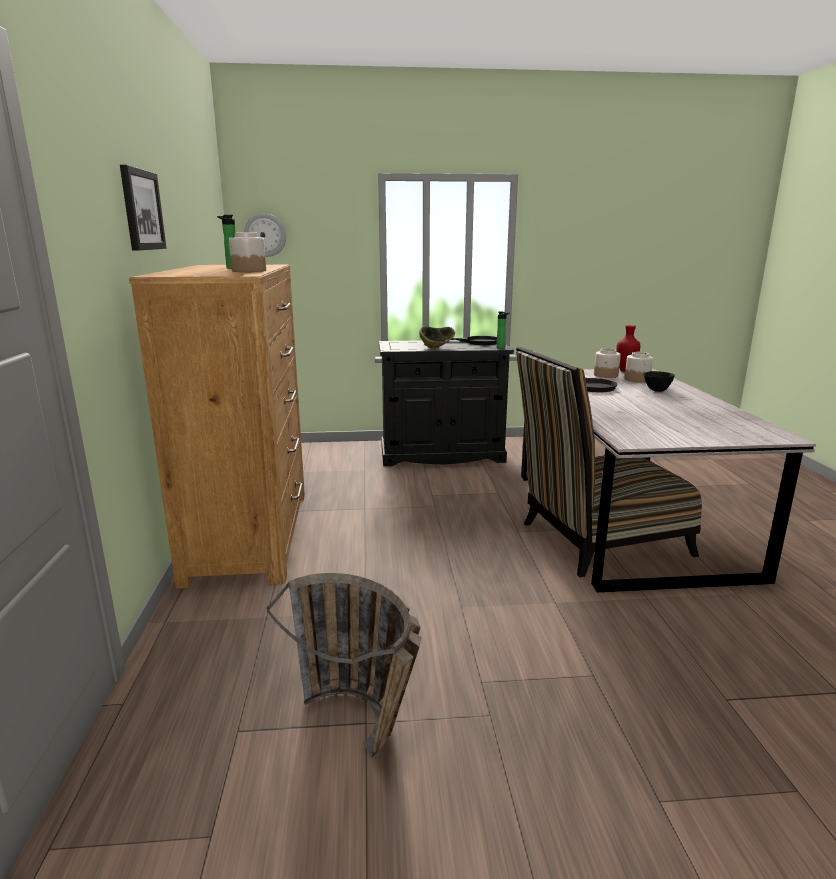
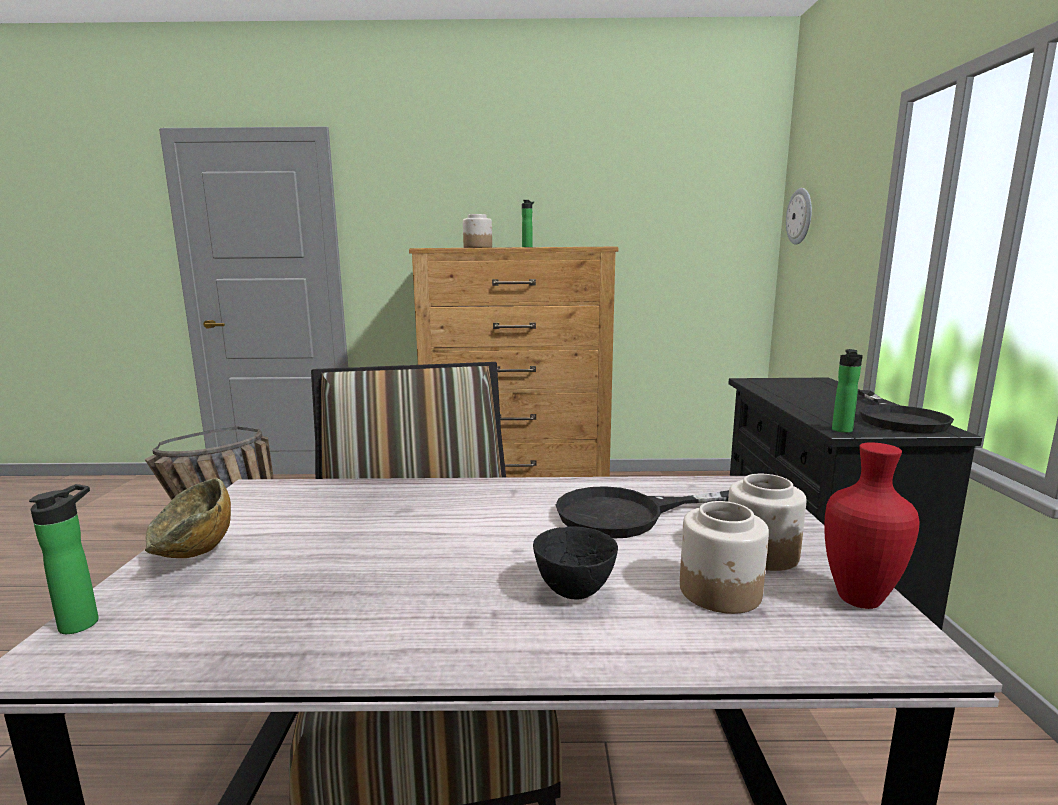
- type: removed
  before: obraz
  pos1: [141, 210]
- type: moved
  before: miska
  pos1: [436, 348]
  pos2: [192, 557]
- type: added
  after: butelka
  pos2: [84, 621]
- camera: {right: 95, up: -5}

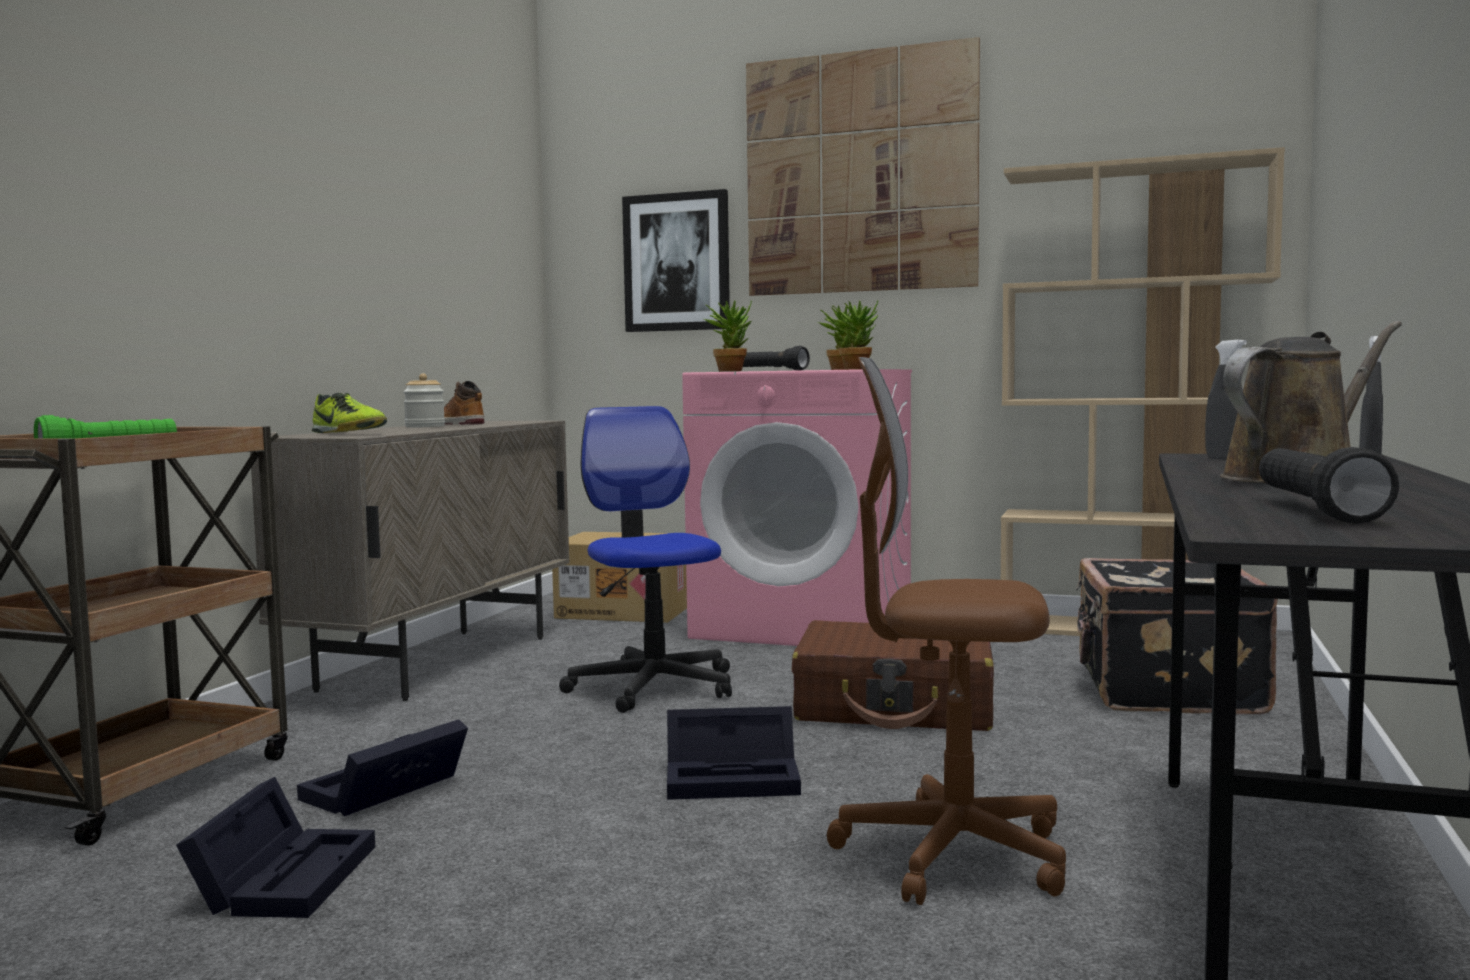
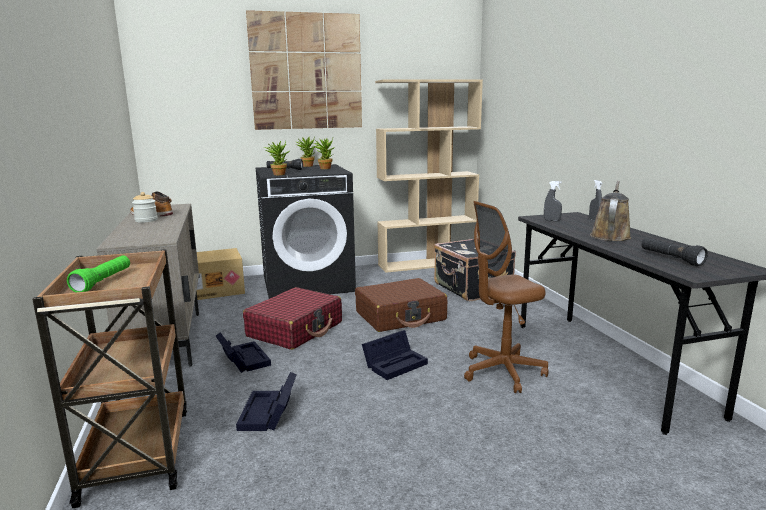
- type: moved
  before: pojemnik do przechowywania (czarny)
  pos1: [285, 876]
  pos2: [242, 359]
- type: removed
  before: but
  pos1: [348, 433]
- type: replaced
  before: krzesło biurowe
  after: walizka (czerwony)
  pos1: [653, 686]
  pos2: [295, 329]
- type: removed
  before: obraz
  pos1: [677, 262]
- type: recoloured
  before: pralka (różowy)
  after: pralka (czarny)
  pos1: [806, 625]
  pos2: [308, 283]
- camera: {right: -35, up: 10}

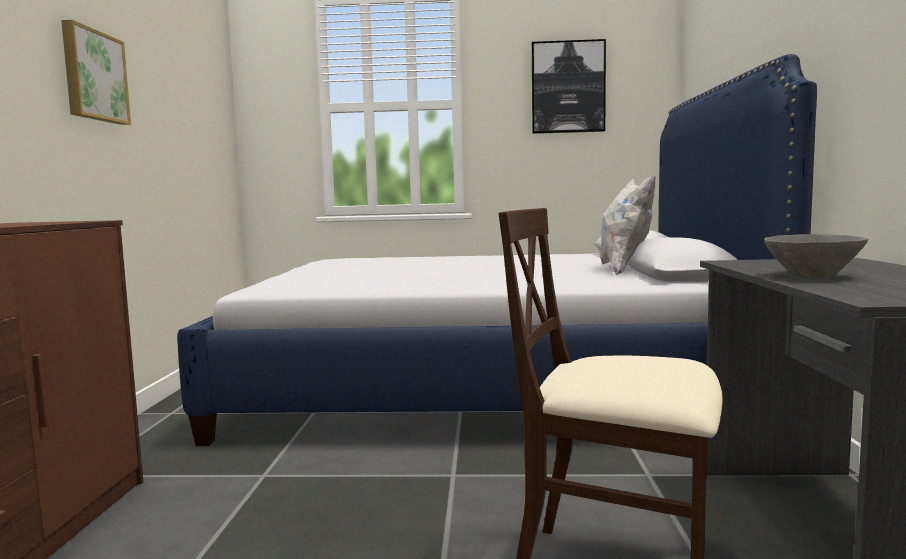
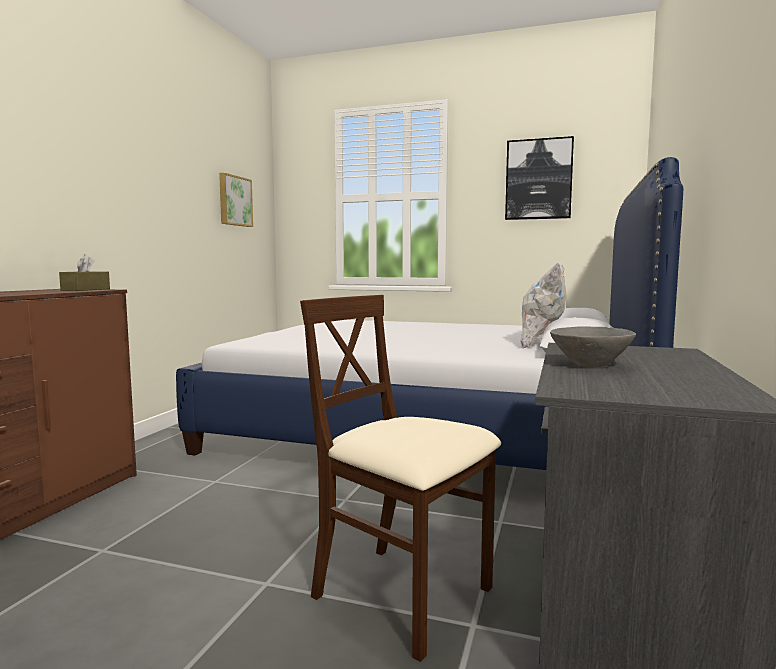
- type: moved
  before: obraz
  pos1: [93, 76]
  pos2: [234, 201]
- type: added
  after: pudełko chusteczek (brązowy)
  pos2: [86, 289]
- camera: {right: 15, up: 0}

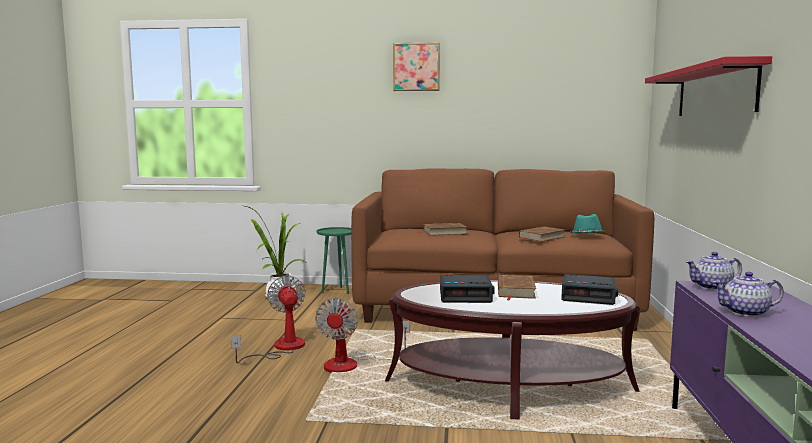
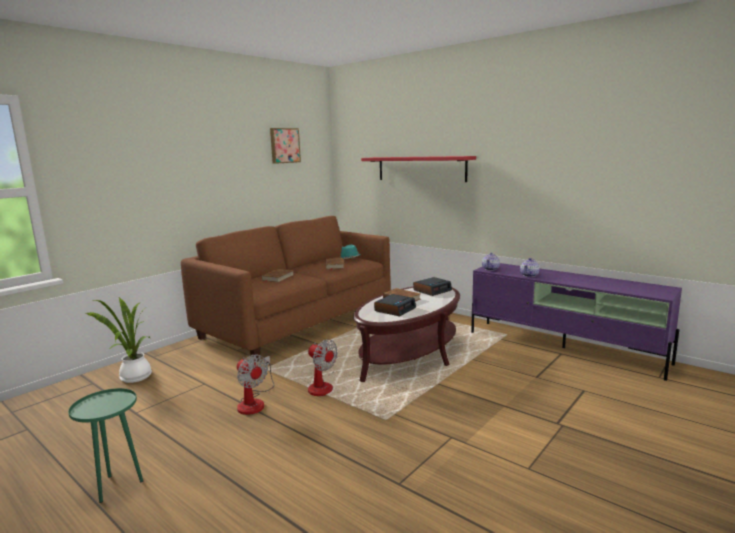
- type: turned
  before: wentylator
  pos1: [281, 348]
  pos2: [254, 402]
  turn: -150
- type: moved
  before: stolik (zielony)
  pos1: [337, 291]
  pos2: [117, 486]
- type: moved
  before: obraz
  pos1: [416, 67]
  pos2: [284, 145]
- camera: {right: -55, up: 5}

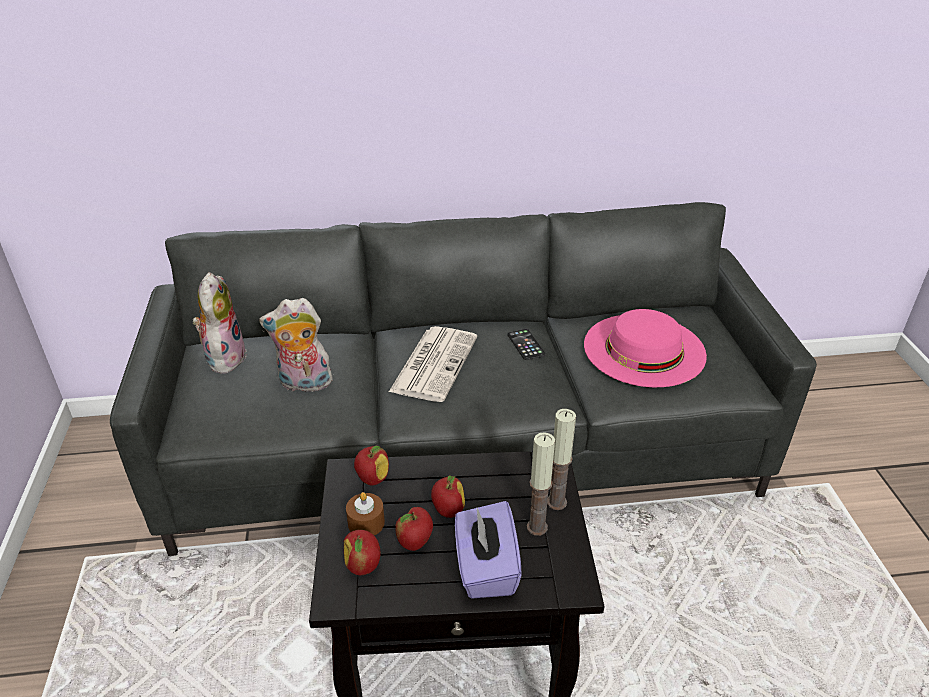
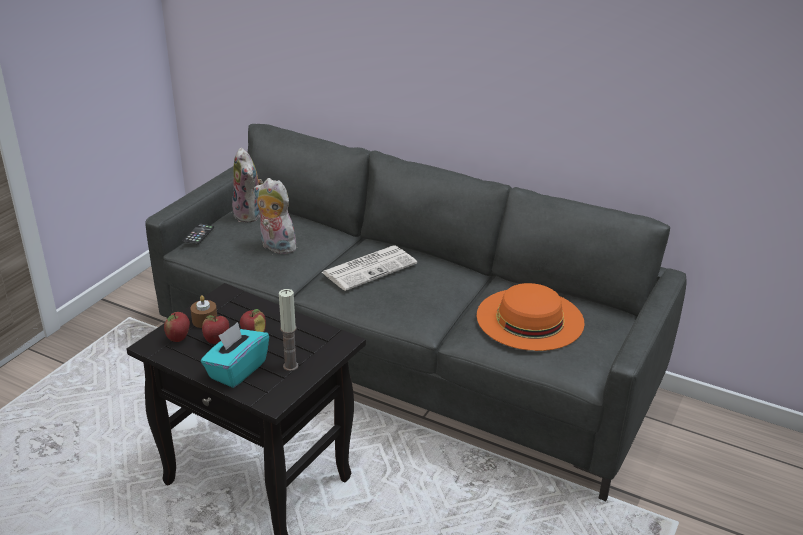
- type: turned
  before: pluszak
  pos1: [224, 357]
  pos2: [250, 215]
  turn: 120
- type: removed
  before: jabłko
  pos1: [372, 479]
- type: recoloured
  before: pudełko chusteczek (fioletowy)
  after: pudełko chusteczek (turkusowy)
  pos1: [485, 568]
  pos2: [237, 370]
- type: moved
  before: telefon
  pos1: [526, 345]
  pos2: [198, 234]
- type: removed
  before: świeca
  pos1: [556, 502]
- type: recoloured
  before: kapelusz (różowy)
  after: kapelusz (pomarańczowy)
  pos1: [644, 349]
  pos2: [529, 319]
- camera: {right: 35, up: -5}

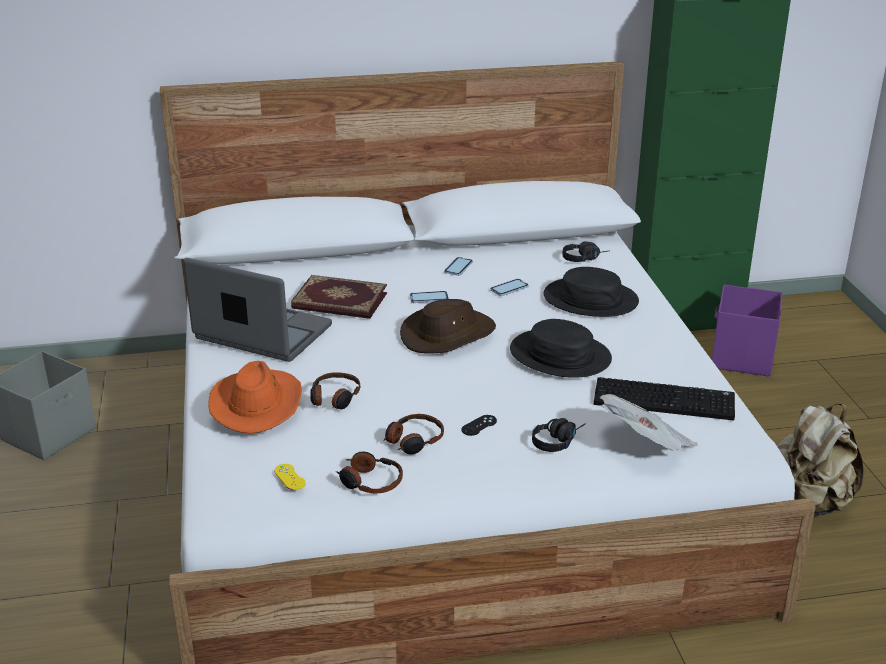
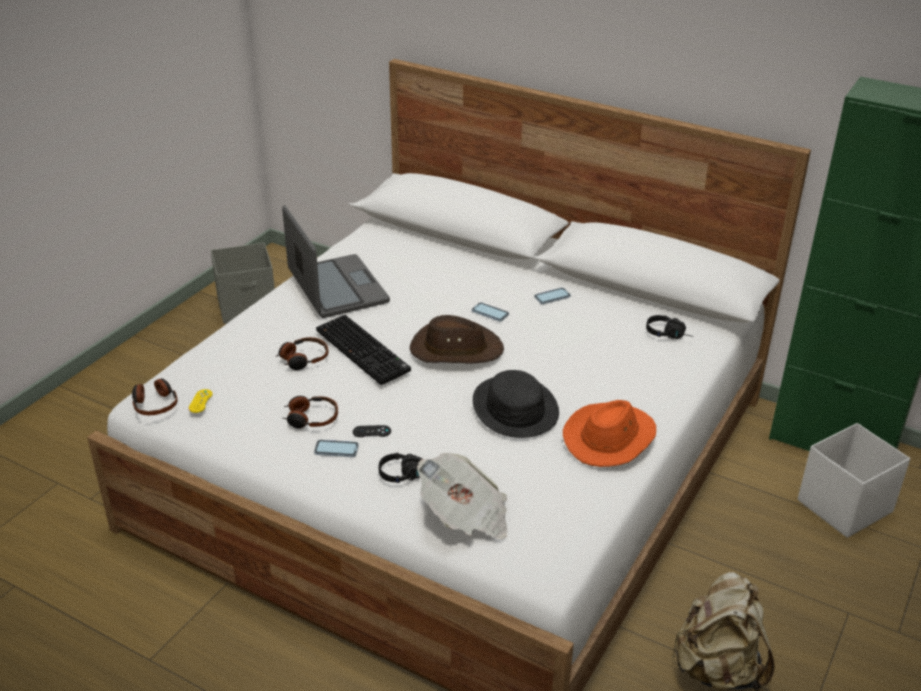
- type: moved
  before: kapelusz (pomarańczowy)
  pos1: [256, 403]
  pos2: [610, 437]
- type: removed
  before: książka
  pos1: [339, 302]
- type: moved
  before: słuchawki
  pos1: [370, 482]
  pos2: [155, 404]
- type: moved
  before: telefon
  pos1: [509, 288]
  pos2: [336, 449]
- type: removed
  before: kapelusz (czarny)
  pos1: [590, 299]
- type: moved
  before: klawiatura
  pos1: [665, 400]
  pos2: [364, 350]
- type: recoloured
  before: pojemnik do przechowywania (fioletowy)
  after: pojemnik do przechowywania (biały)
  pos1: [741, 358]
  pos2: [843, 506]
- camera: {right: 40, up: 5}

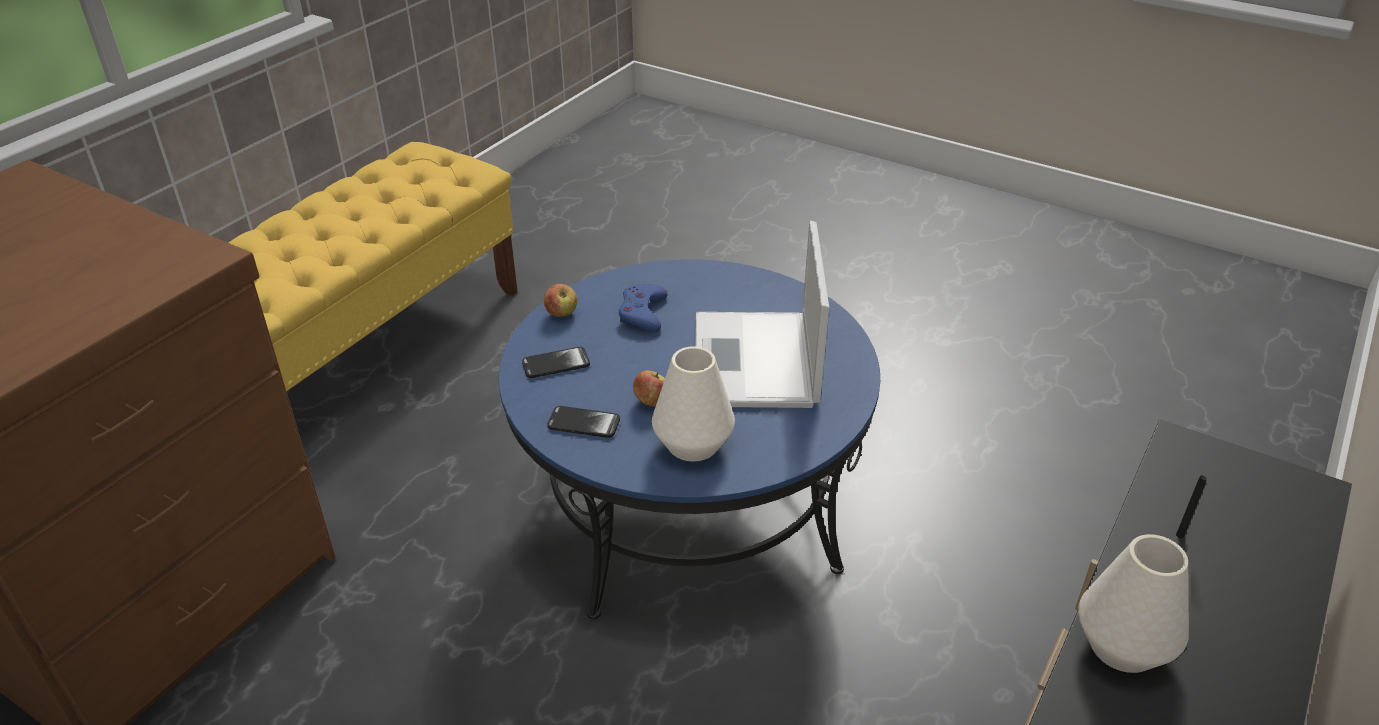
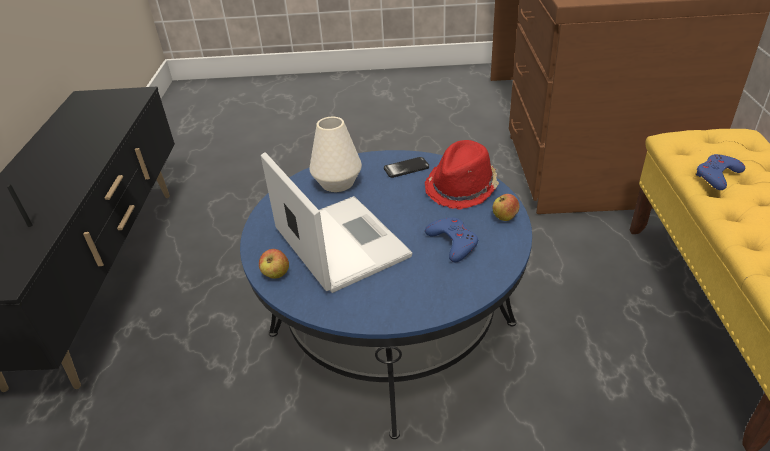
- type: replaced
  before: telefon
  after: kapelusz (czerwony)
  pos1: [556, 364]
  pos2: [462, 188]
- type: moved
  before: jabłko
  pos1: [651, 401]
  pos2: [276, 274]
- type: removed
  before: wazon (biały)
  pos1: [1123, 646]
- type: added
  after: pad do gier (niebieski)
  pos2: [717, 175]
- camera: {right: 150, up: 0}

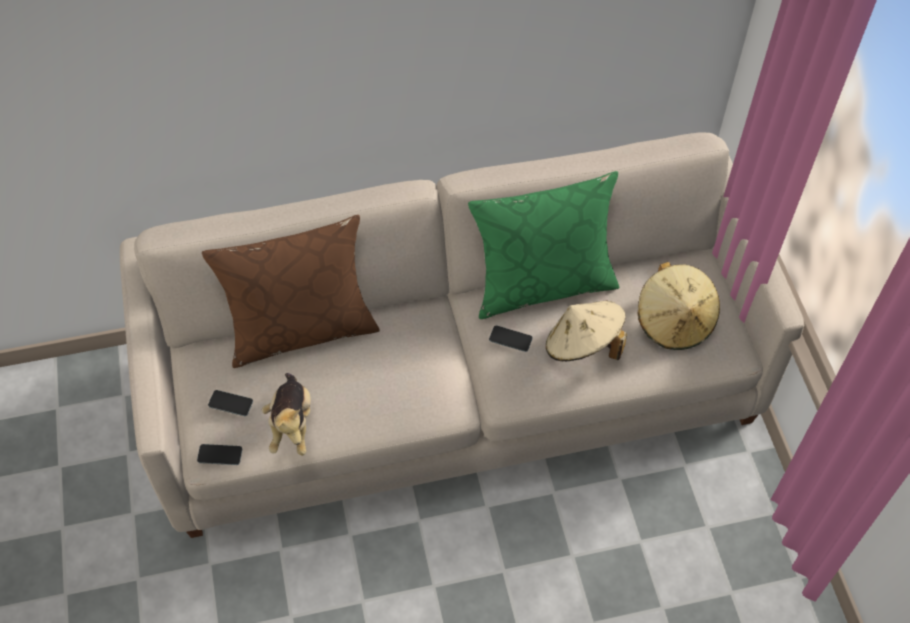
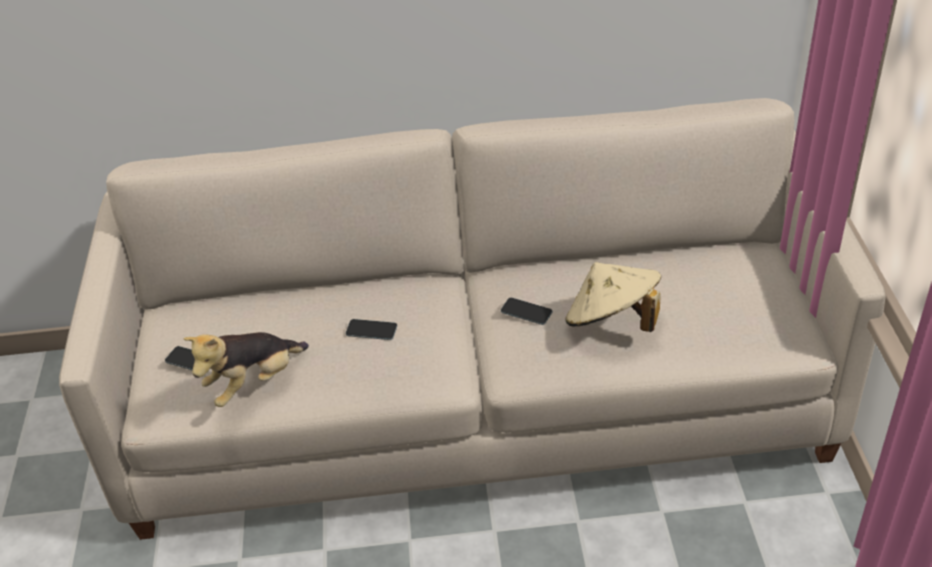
- type: moved
  before: telefon
  pos1: [220, 455]
  pos2: [371, 330]
- type: removed
  before: poduszka (brązowy)
  pos1: [301, 329]
- type: turned
  before: pluszak
  pos1: [292, 425]
  pos2: [254, 383]
  turn: 45
- type: removed
  before: poduszka (zielony)
  pos1: [542, 284]
- type: removed
  before: kapelusz (beżowy)
  pos1: [674, 321]
- camera: {right: 10, up: -15}

